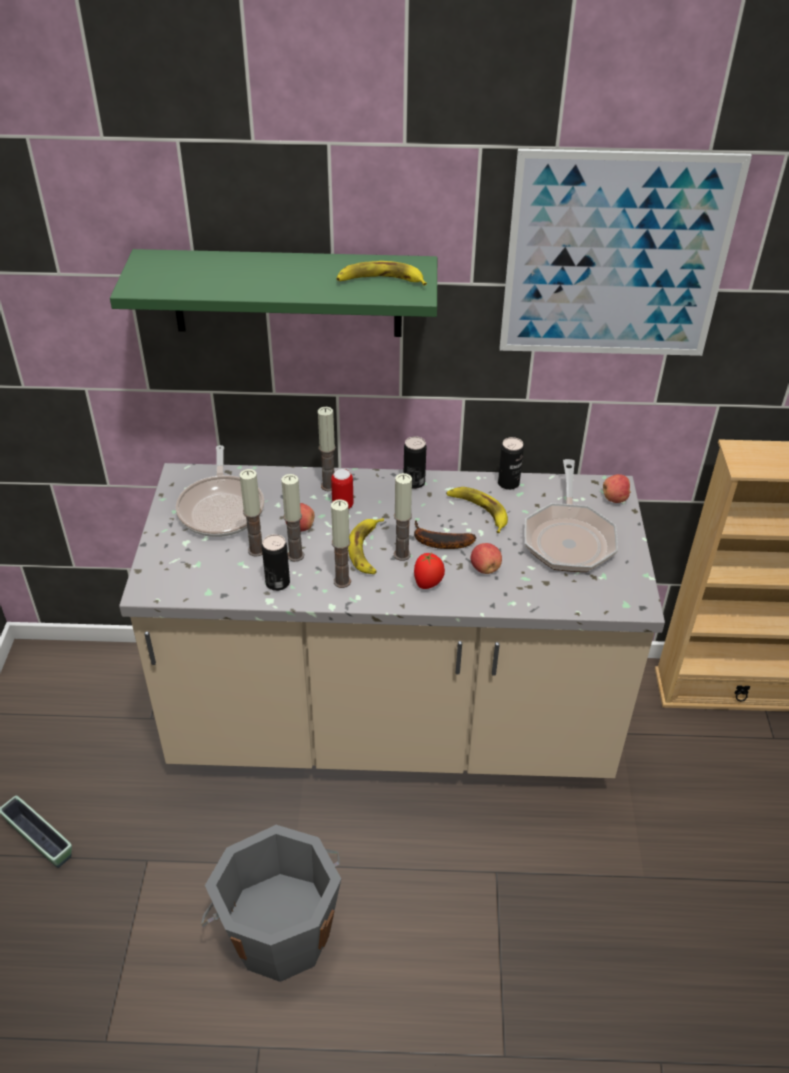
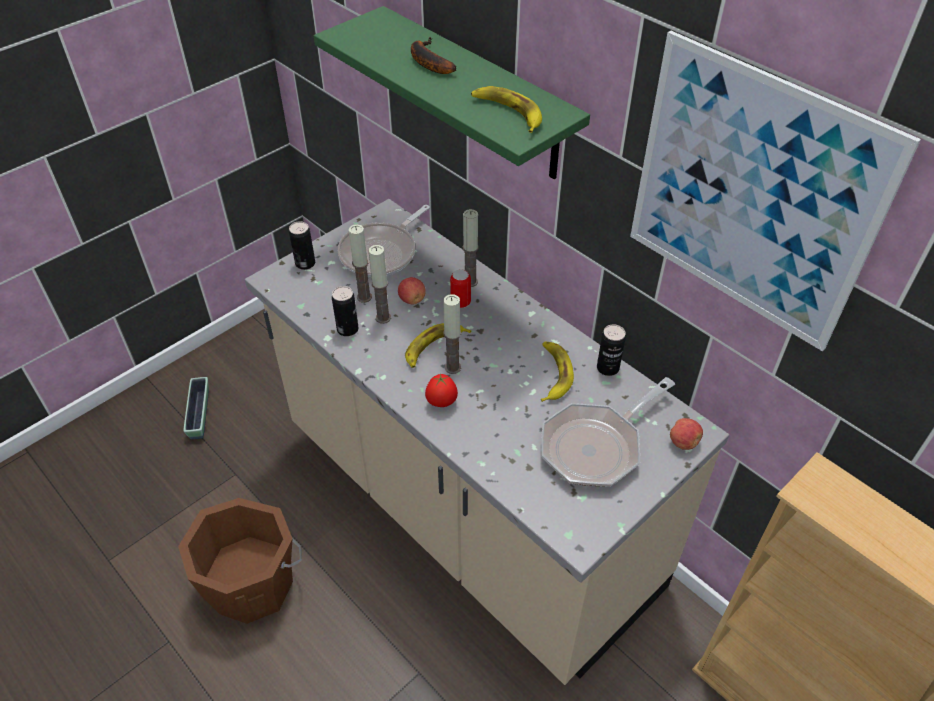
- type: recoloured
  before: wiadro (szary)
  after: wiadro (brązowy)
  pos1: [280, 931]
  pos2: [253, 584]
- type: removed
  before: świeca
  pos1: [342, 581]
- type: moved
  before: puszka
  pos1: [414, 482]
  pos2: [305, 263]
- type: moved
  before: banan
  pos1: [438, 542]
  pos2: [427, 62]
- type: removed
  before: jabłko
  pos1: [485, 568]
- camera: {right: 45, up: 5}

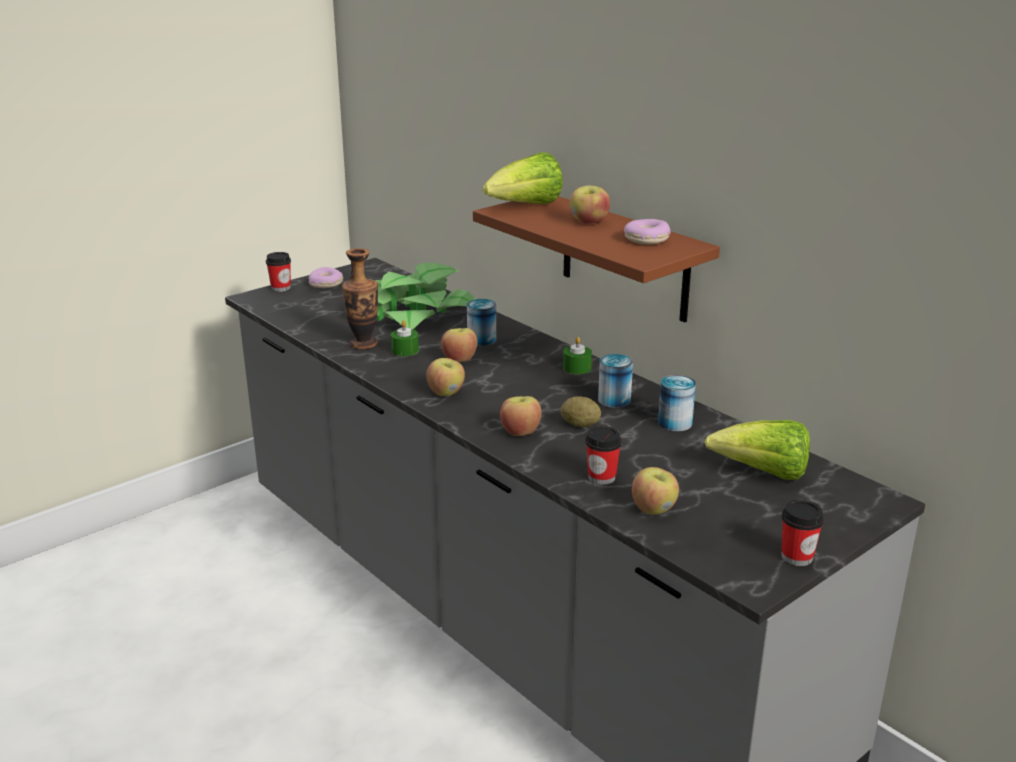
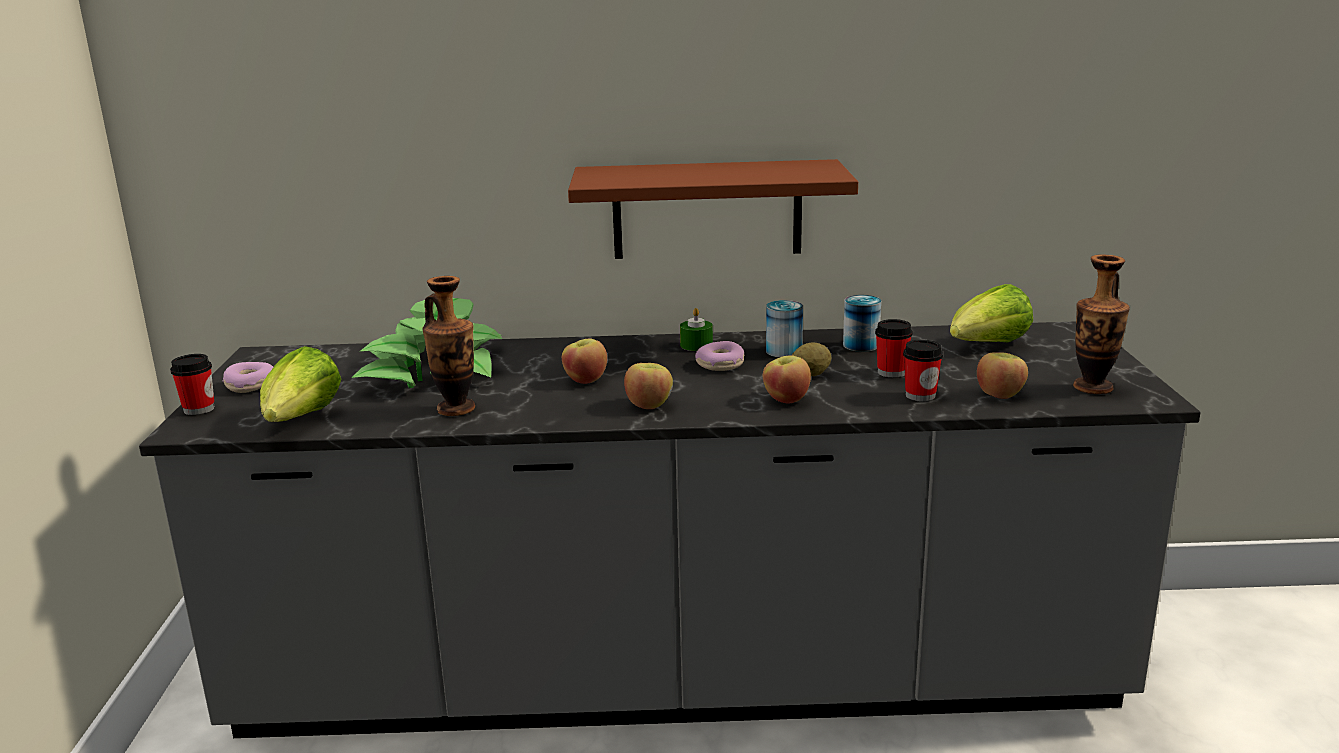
- type: removed
  before: świeca (zielony)
  pos1: [405, 350]
- type: removed
  before: puszka
  pos1: [481, 340]
- type: moved
  before: sałata
  pos1: [526, 206]
  pos2: [301, 420]
- type: removed
  before: jabłko
  pos1: [589, 222]
- type: moved
  before: donut
  pos1: [646, 239]
  pos2: [720, 365]
- type: moved
  before: filiżanka
  pos1: [797, 557]
  pos2: [891, 372]
- type: added
  after: wazon
  pos2: [1092, 388]
- camera: {right: -50, up: -5}

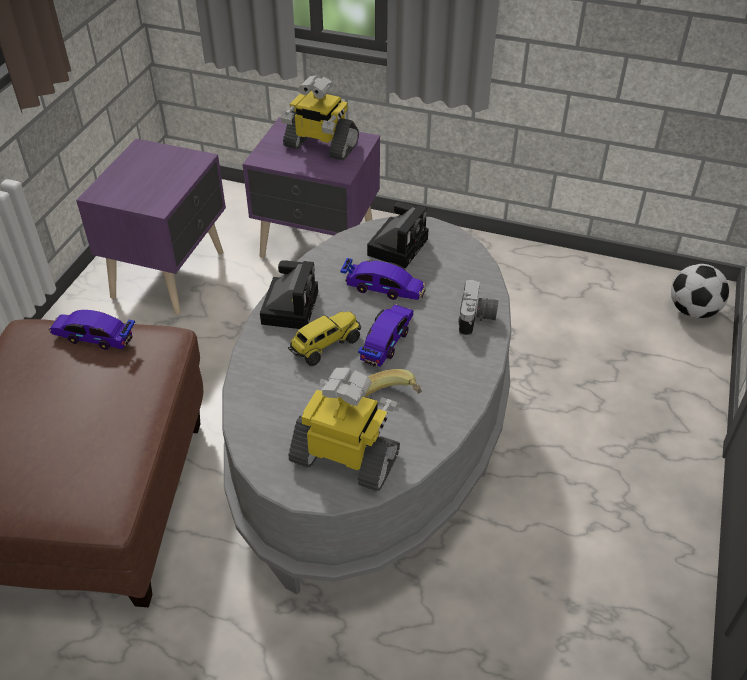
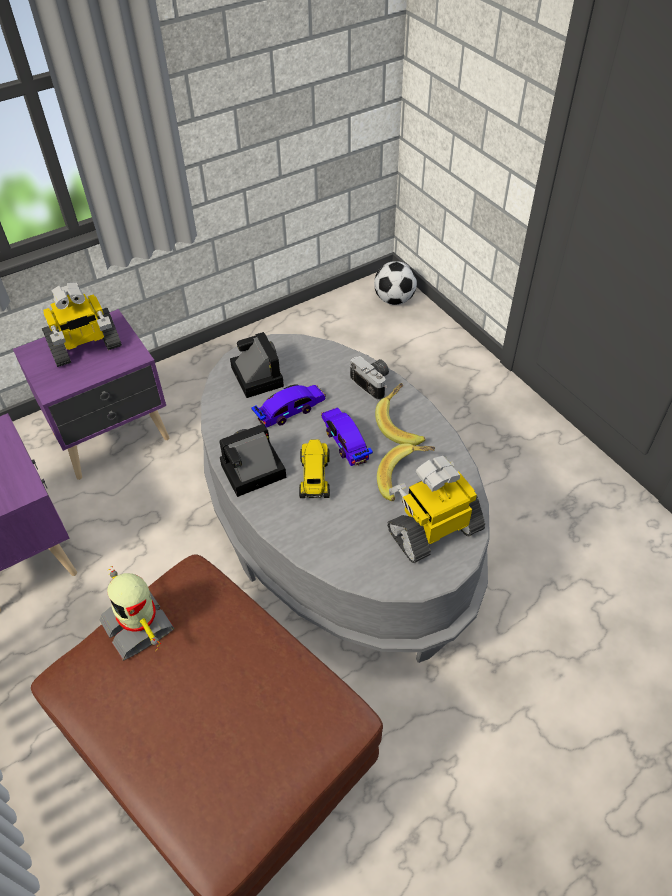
- type: replaced
  before: samochodzik
  after: robot zabawkowy
  pos1: [93, 336]
  pos2: [139, 625]
- type: turned
  before: aparat fotograficzny
  pos1: [290, 306]
  pos2: [251, 473]
  turn: -75
- type: added
  after: banan
  pos2: [402, 425]
- camera: {right: -50, up: 5}

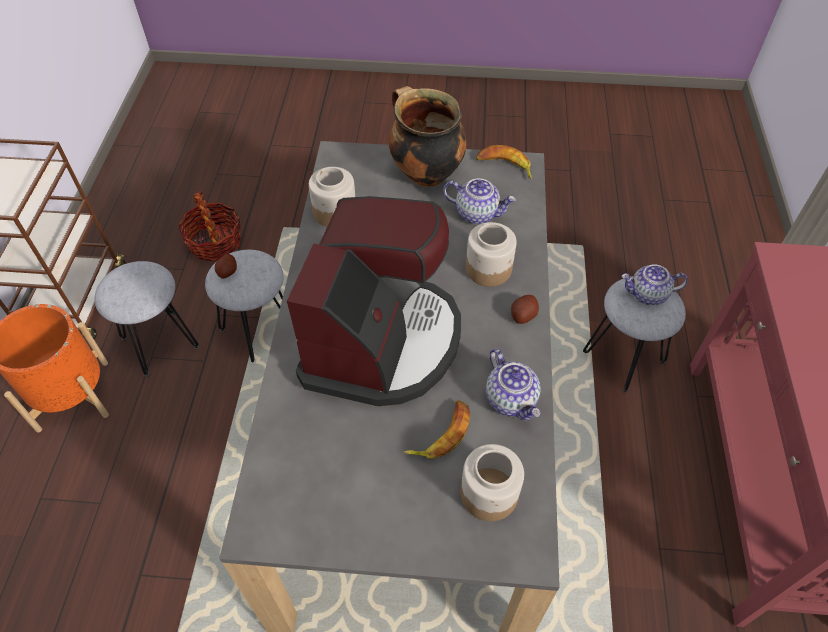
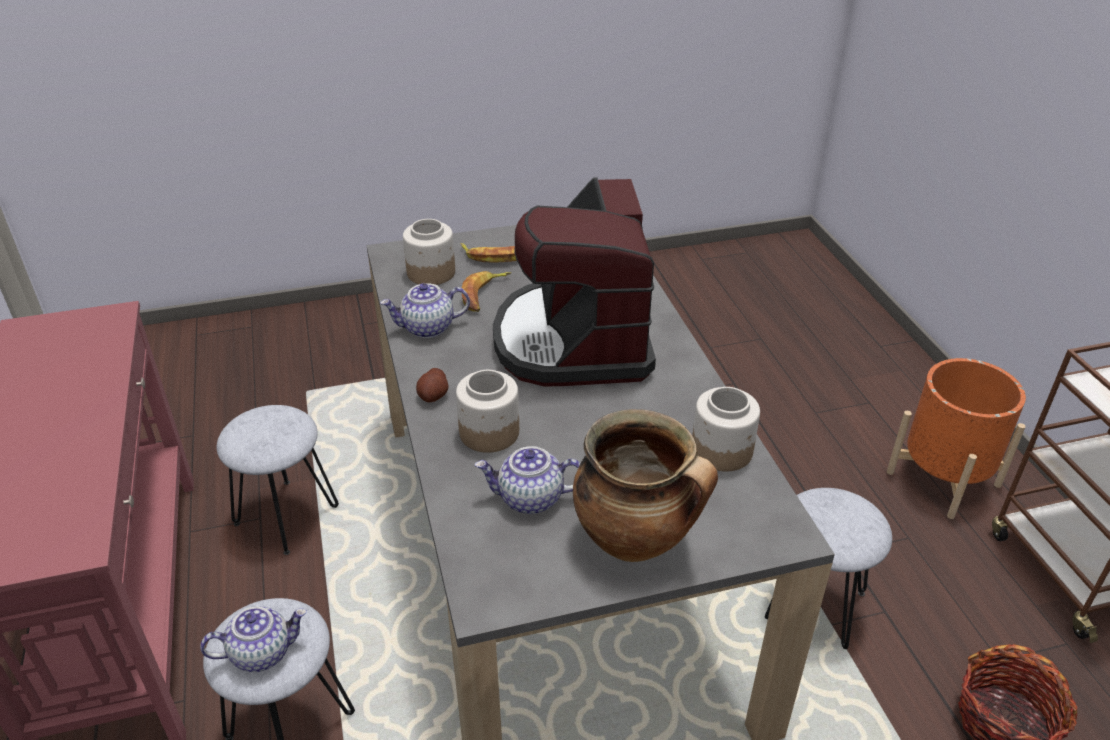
- type: moved
  before: stołek (szary)
  pos1: [160, 343]
  pos2: [286, 515]
- type: removed
  before: ziemniak
  pos1: [227, 272]
- type: moved
  before: banan
  pos1: [504, 166]
  pos2: [494, 256]
- type: turned
  before: imbryk
  pos1: [511, 399]
  pos2: [427, 328]
  turn: -60
- camera: {right: 160, up: -15}

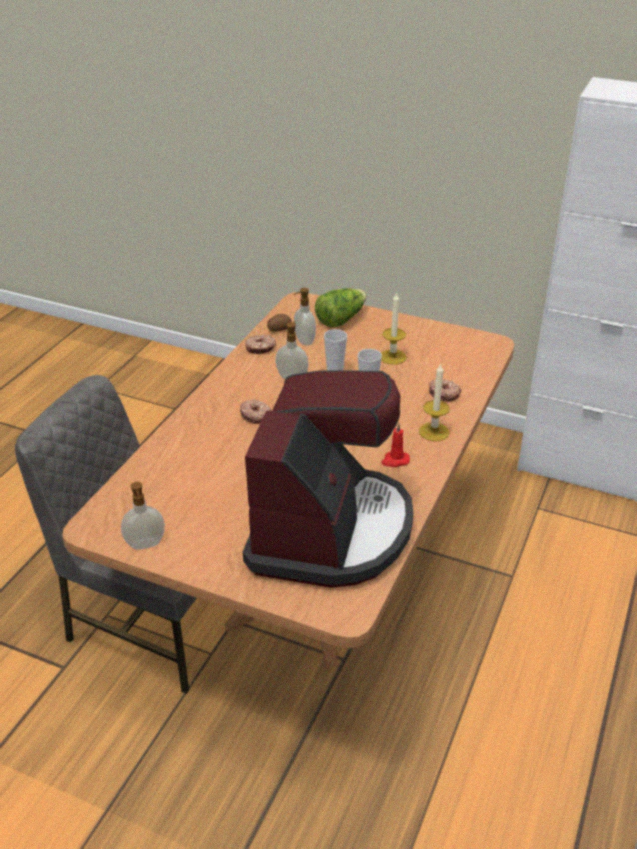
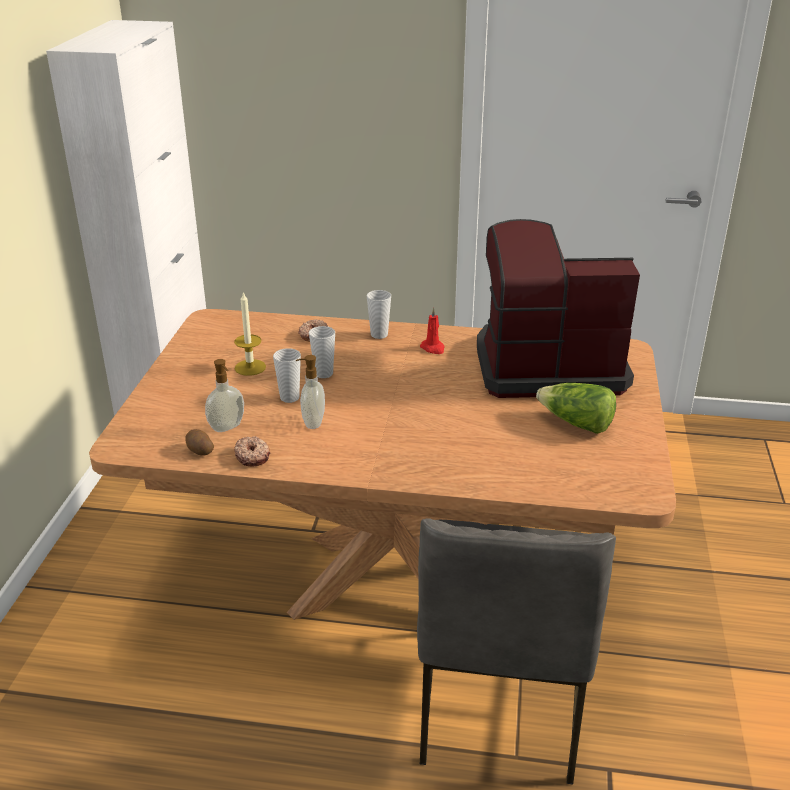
- type: removed
  before: dozownik mydła
  pos1: [145, 545]
- type: removed
  before: donut
  pos1: [256, 415]
- type: moved
  before: sałata
  pos1: [340, 319]
  pos2: [576, 423]
- type: replaced
  before: świeca
  after: filiżanka
  pos1: [434, 432]
  pos2: [379, 335]
- camera: {right: -105, up: -5}

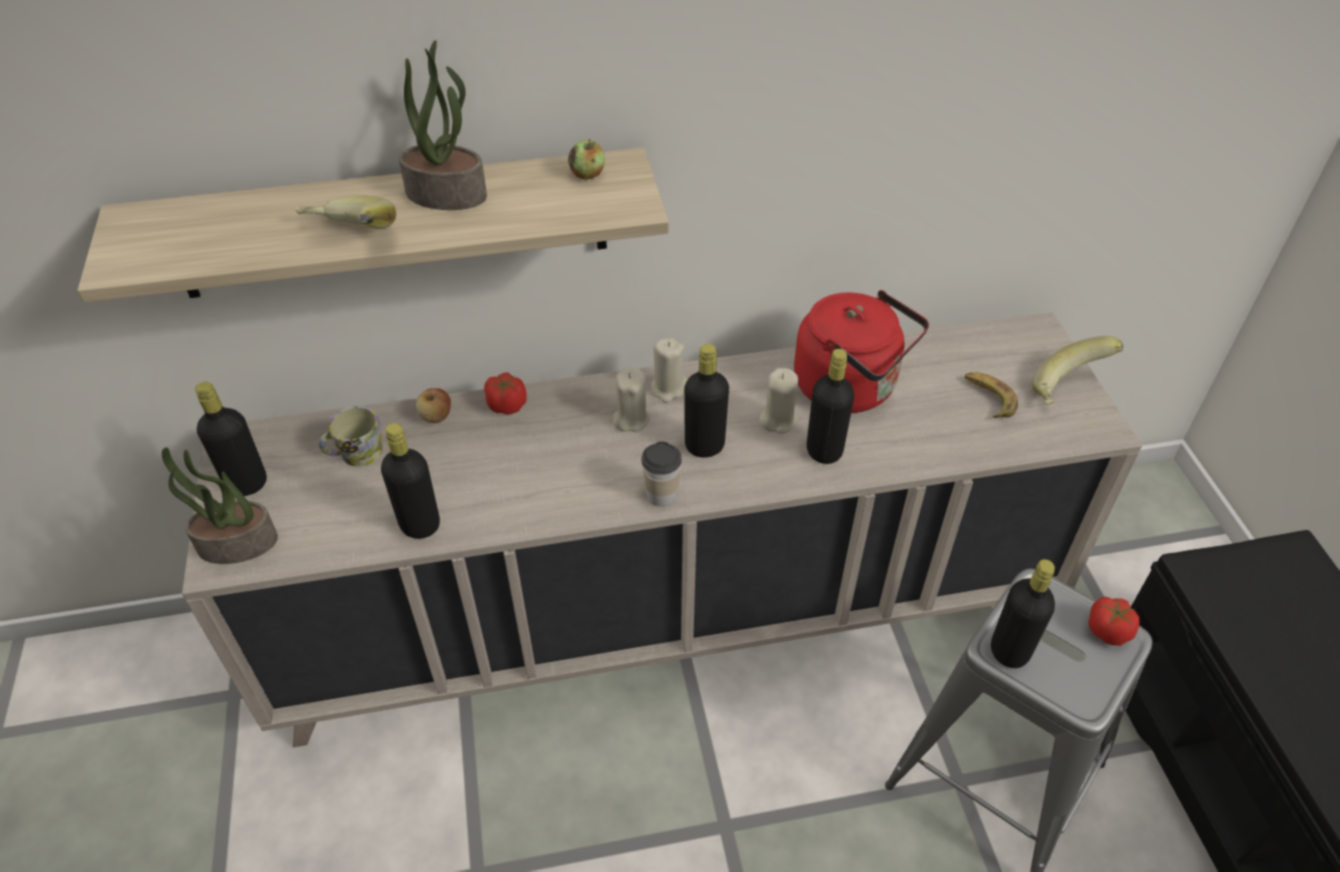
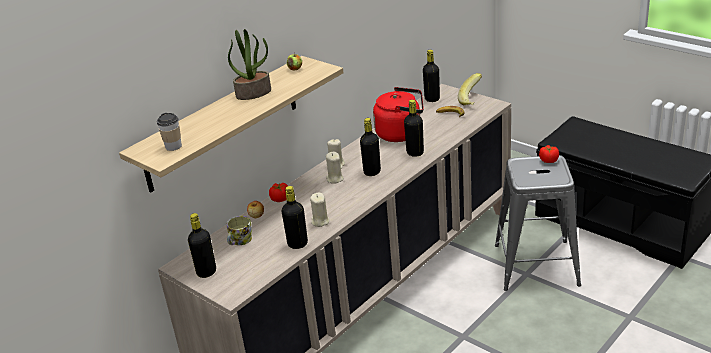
- type: removed
  before: roślina doniczkowa
  pos1: [237, 545]
- type: removed
  before: banan
  pos1: [349, 240]
- type: moved
  before: filiżanka
  pos1: [661, 495]
  pos2: [173, 146]
- type: moved
  before: świeca (beżowy)
  pos1: [778, 420]
  pos2: [320, 221]
- type: moved
  before: butelka (czarny)
  pos1: [1009, 651]
  pos2: [432, 99]
- camera: {right: -35, up: -15}

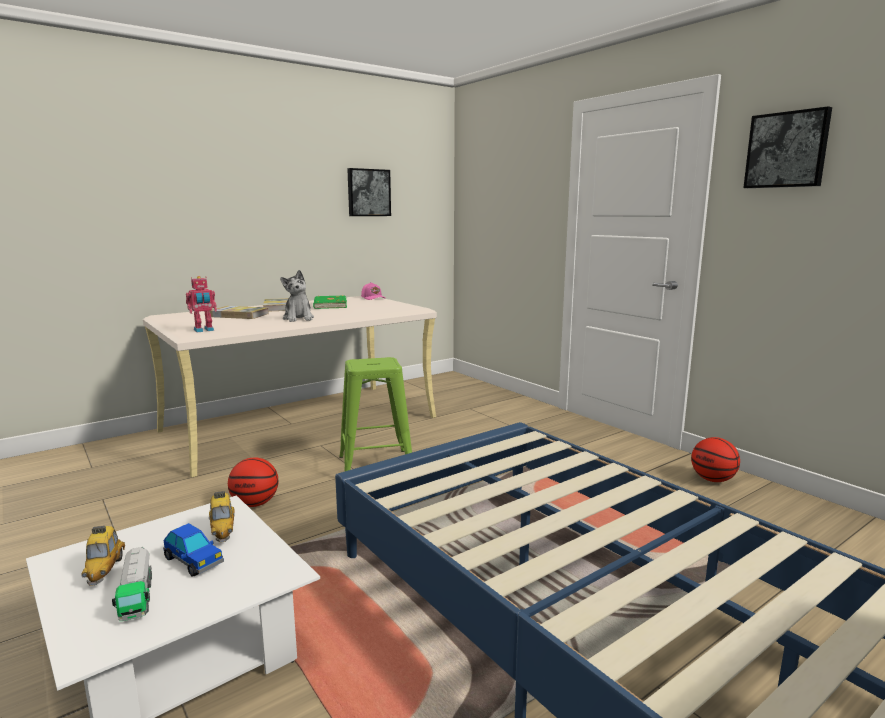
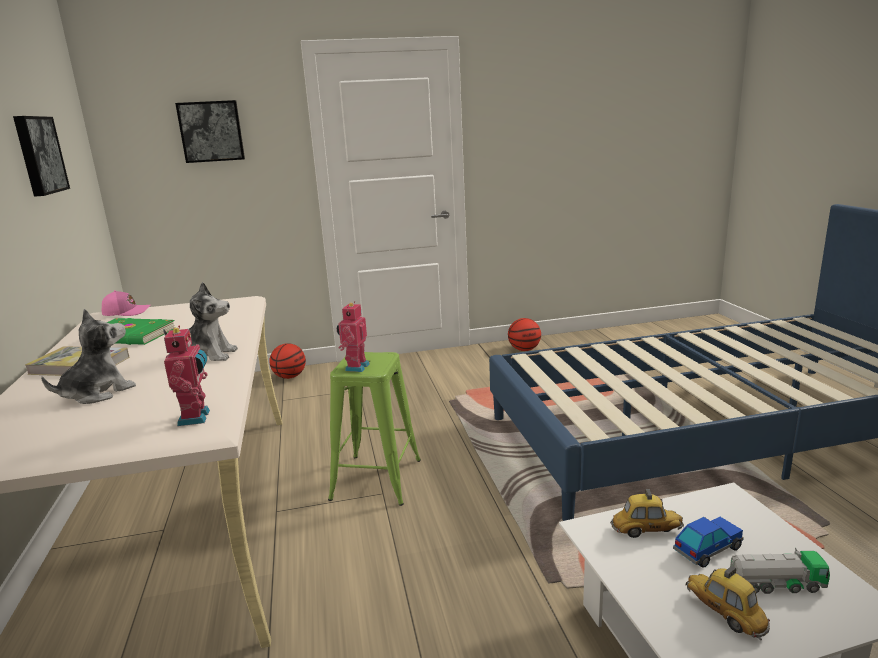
- type: turned
  before: samochodzik
  pos1: [105, 570]
  pos2: [724, 614]
  turn: -135
- type: replaced
  before: książka
  after: pluszak
  pos1: [239, 315]
  pos2: [98, 393]
- type: moved
  before: piłka do koszykówki
  pos1: [255, 503]
  pos2: [289, 377]
- type: moved
  before: obraz
  pos1: [787, 150]
  pos2: [211, 131]
- type: added
  after: robot zabawkowy
  pos2: [355, 367]
- camera: {right: -65, up: 5}

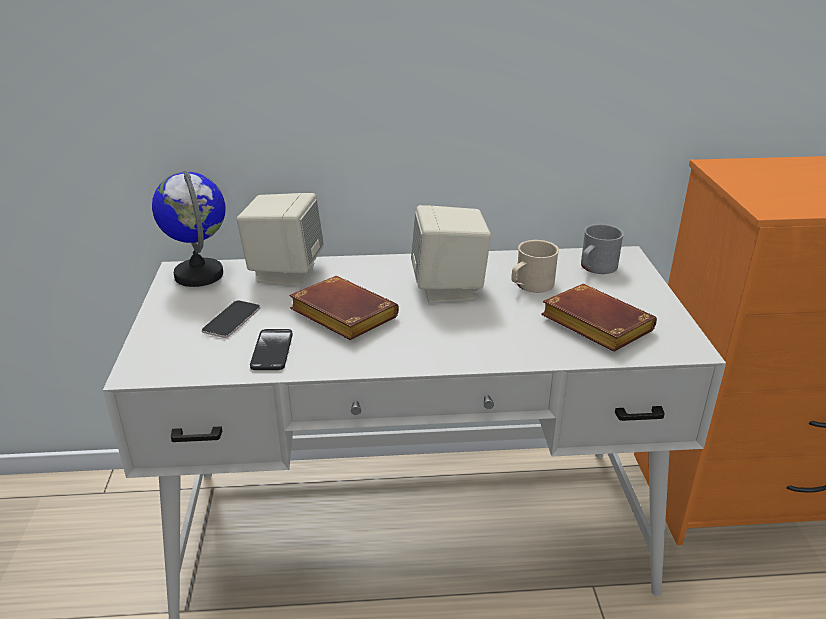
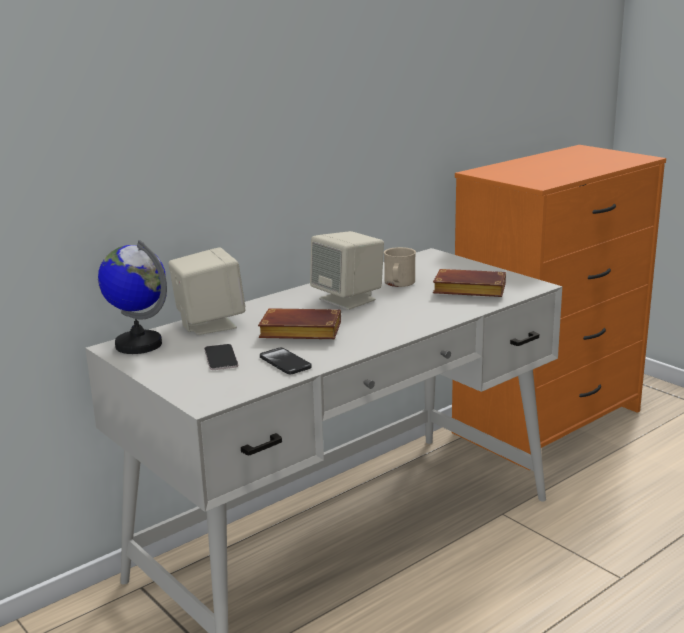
- type: removed
  before: kubek (szary)
  pos1: [595, 268]
- camera: {right: -35, up: -10}

